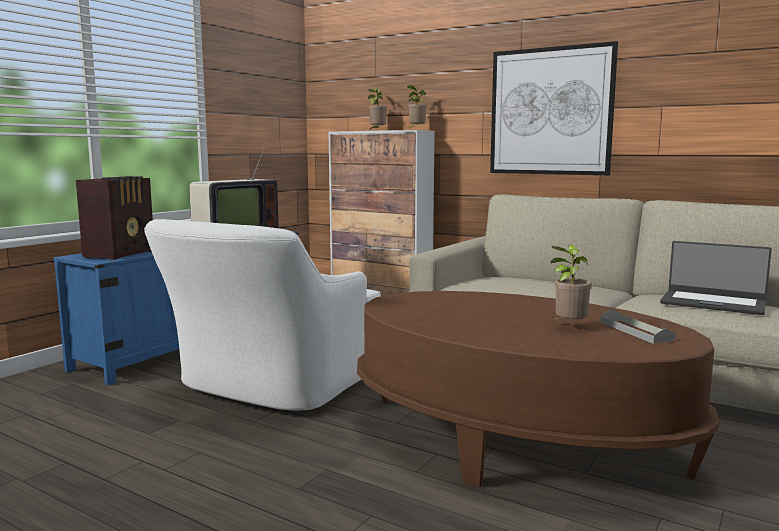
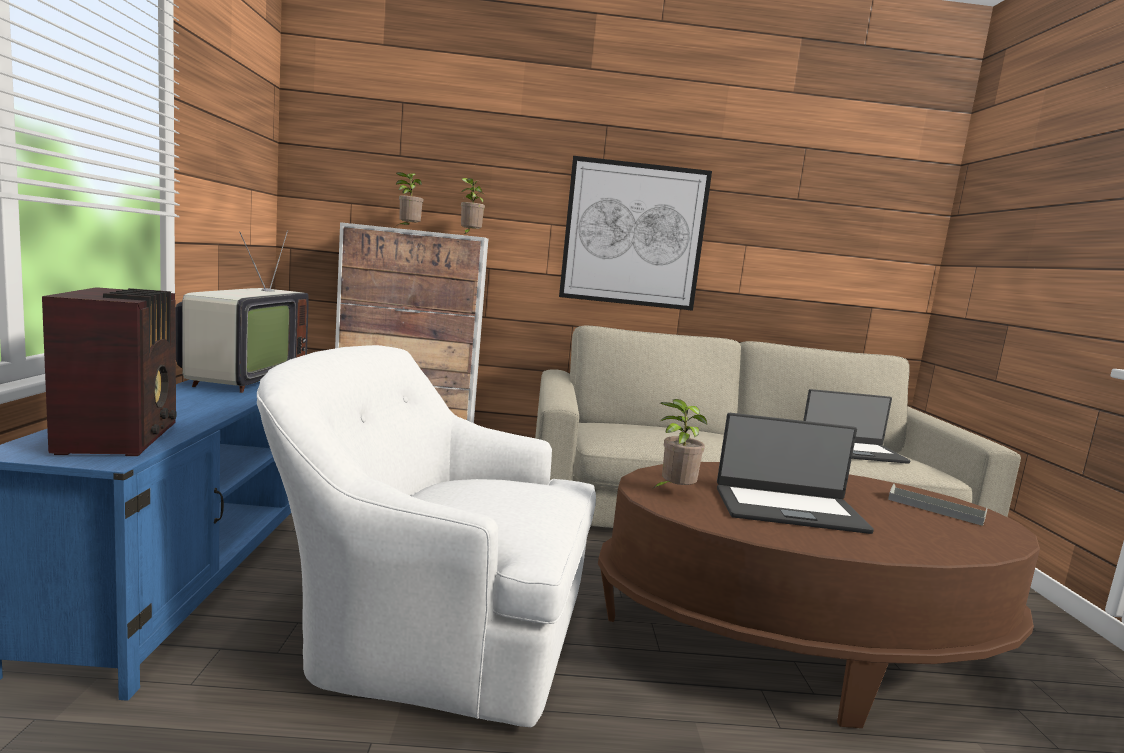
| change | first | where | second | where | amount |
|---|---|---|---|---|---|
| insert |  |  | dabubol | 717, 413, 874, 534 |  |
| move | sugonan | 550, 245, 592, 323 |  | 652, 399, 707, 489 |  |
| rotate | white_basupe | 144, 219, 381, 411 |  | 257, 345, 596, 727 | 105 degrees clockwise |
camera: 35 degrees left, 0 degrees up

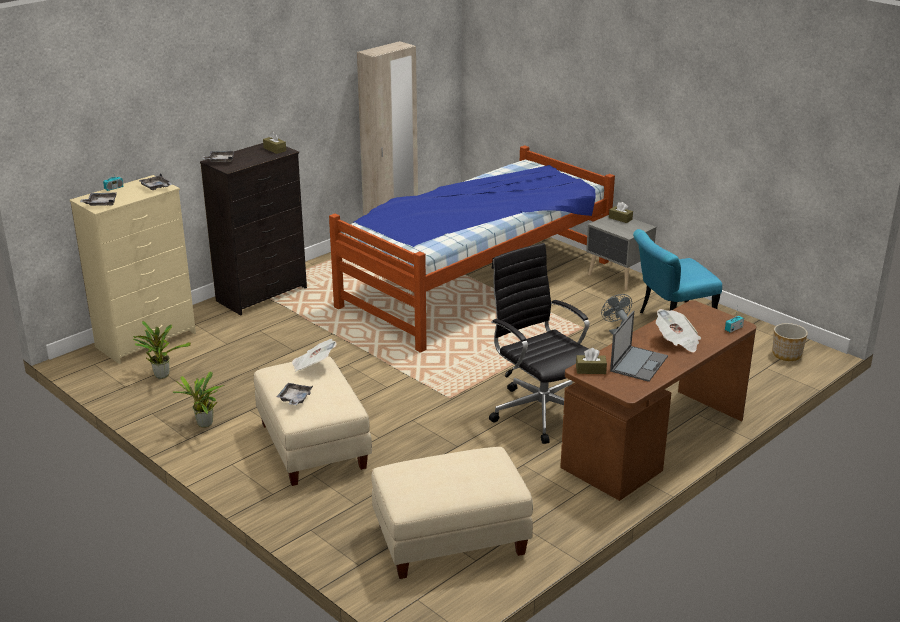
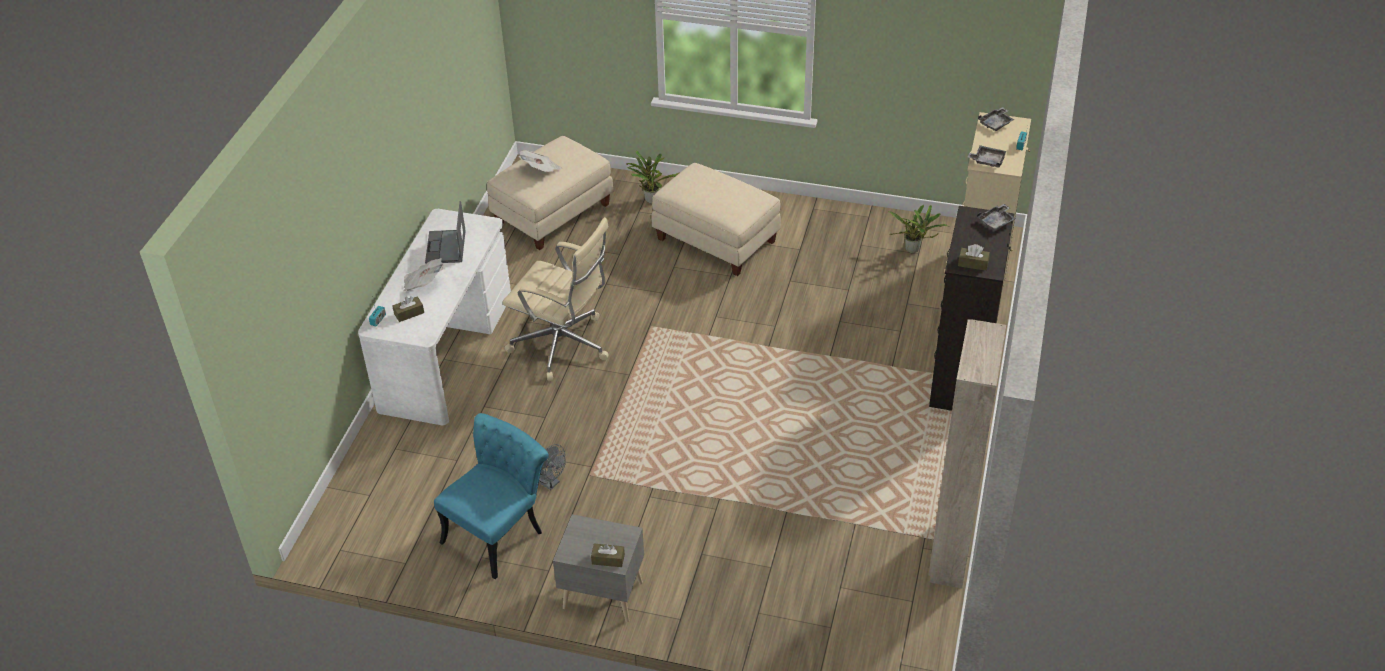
| change | first | where | second | where | amount |
|---|---|---|---|---|---|
| delete | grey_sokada | 277, 383, 313, 405 |  |  |  |
| delete | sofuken | 329, 145, 615, 353 |  |  |  |
| delete | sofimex | 772, 323, 808, 361 |  |  |  |
| move | sugonan | 173, 371, 225, 428 |  | 626, 150, 679, 204 |  |
| move | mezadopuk | 292, 339, 336, 372 |  | 518, 150, 562, 172 |  |
| move | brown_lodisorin | 576, 348, 607, 374 |  | 392, 296, 424, 322 |  |
| recolor | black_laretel | 489, 243, 590, 444 | beige_laretel | 502, 217, 609, 381 |  |
| recolor | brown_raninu | 560, 300, 756, 501 | white_raninu | 358, 209, 511, 426 |  |
camera: 150 degrees right, 15 degrees up

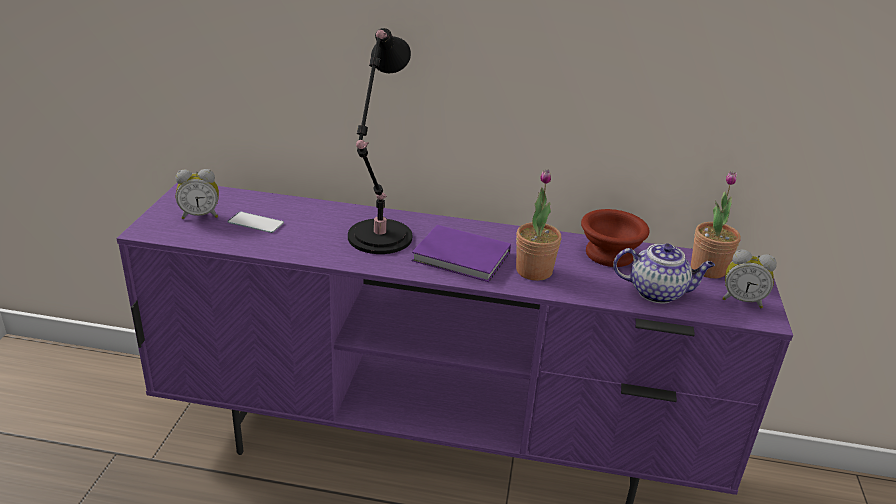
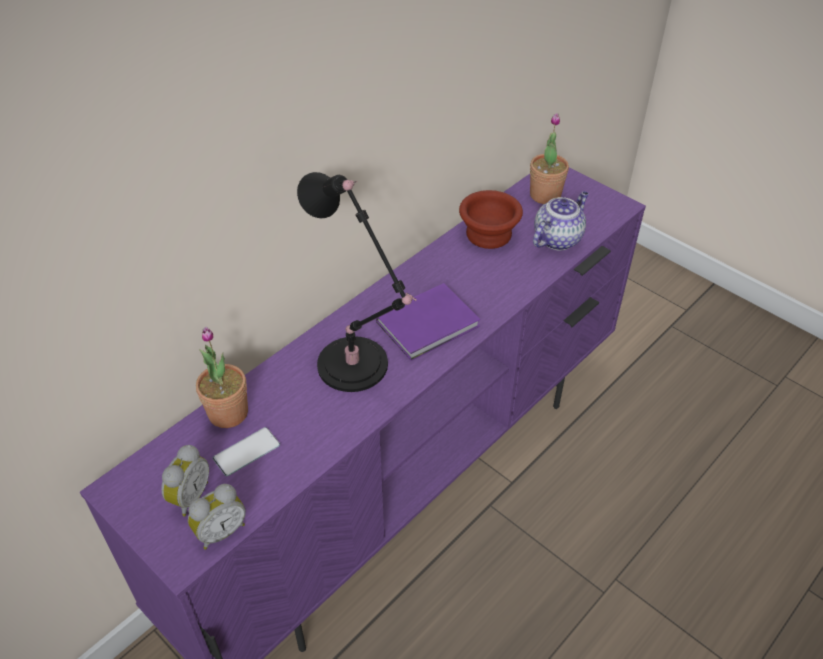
| change | first | where | second | where | amount |
|---|---|---|---|---|---|
| move | sugonan | 516, 170, 561, 281 |  | 196, 327, 248, 428 |  |
| move | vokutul | 722, 249, 777, 308 |  | 188, 484, 246, 550 |  |
camera: 55 degrees left, 15 degrees up

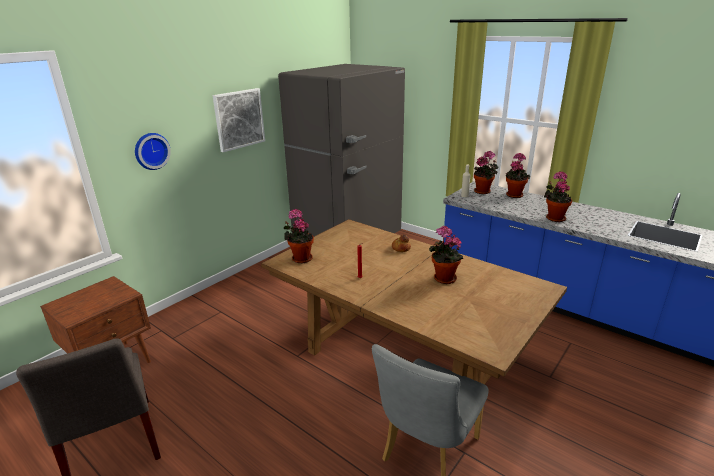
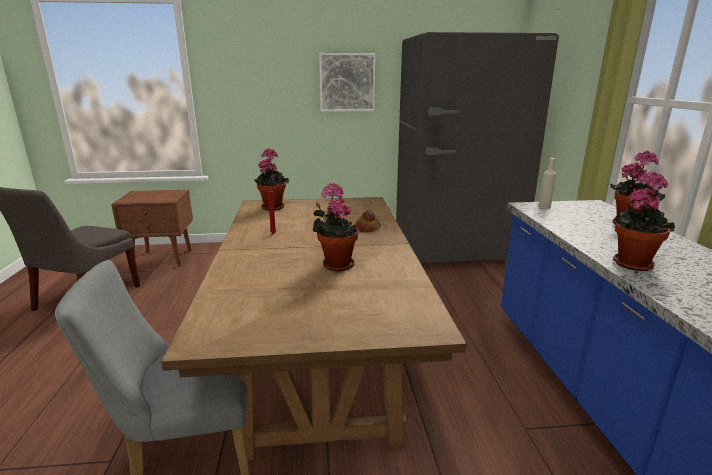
| change | first | where | second | where | amount |
|---|---|---|---|---|---|
| delete | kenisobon | 135, 133, 171, 170 |  |  |  |
| delete | sugonan | 474, 151, 499, 194 |  |  |  |
camera: 45 degrees right, 5 degrees down

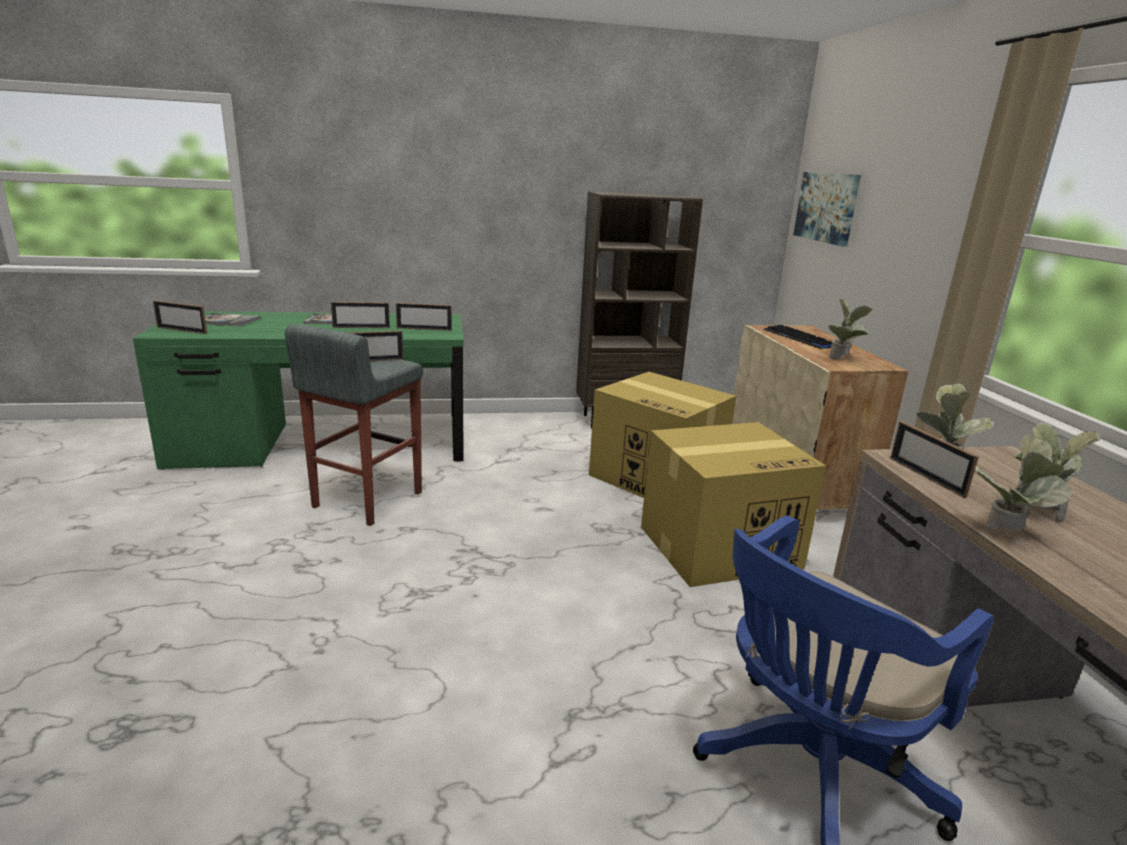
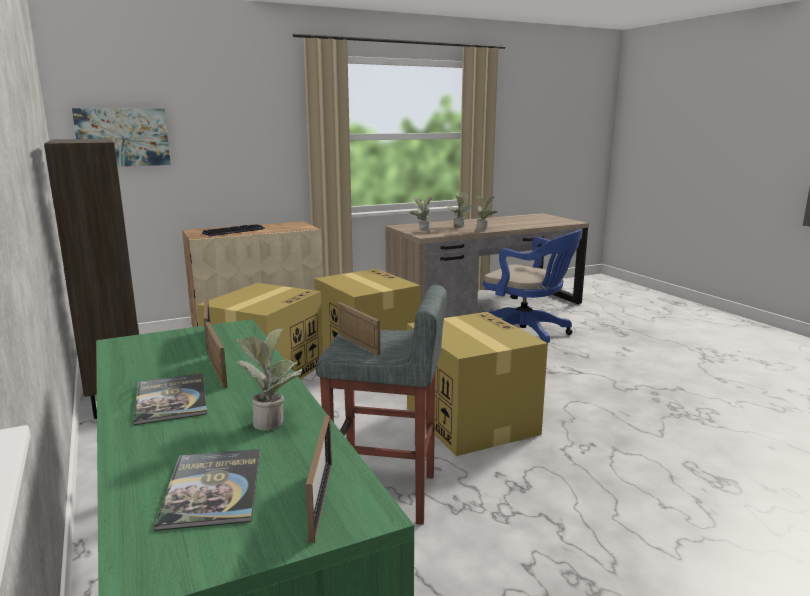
| change | first | where | second | where | amount |
|---|---|---|---|---|---|
| delete | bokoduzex | 890, 421, 979, 498 |  |  |  |
| insert |  |  | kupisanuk | 407, 312, 548, 456 |  |
| move | sugonan | 829, 299, 872, 360 |  | 236, 328, 302, 431 |  |
camera: 105 degrees left, 5 degrees down

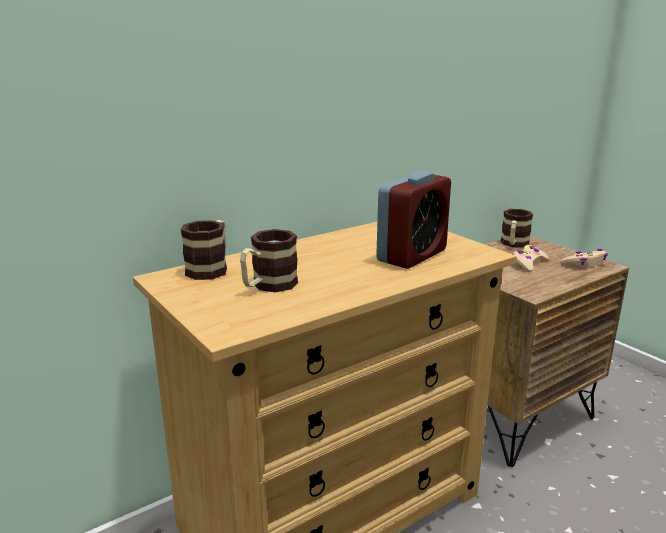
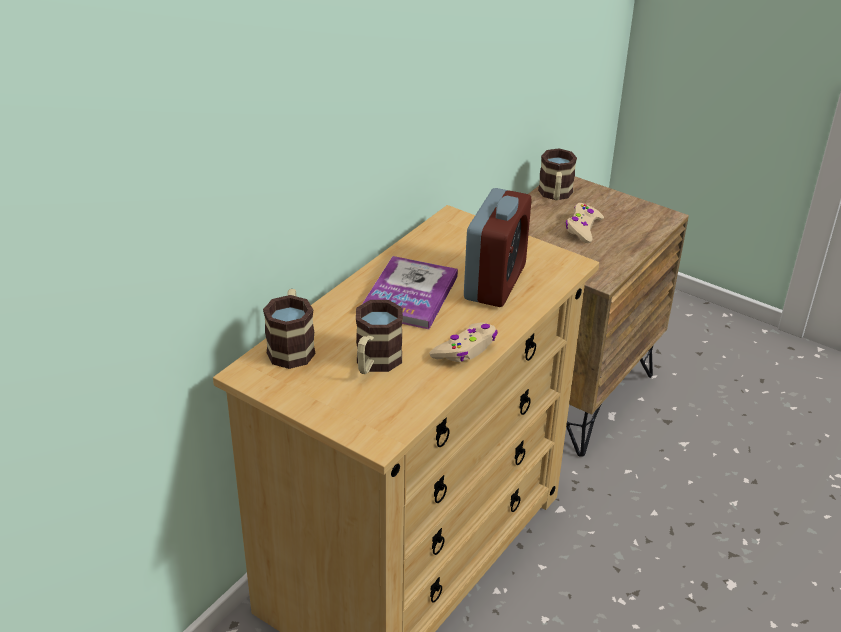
| change | first | where | second | where | amount |
|---|---|---|---|---|---|
| insert |  |  | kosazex | 362, 256, 458, 329 |  |
| move | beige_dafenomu | 560, 249, 608, 267 |  | 429, 322, 498, 362 |  |
camera: 20 degrees left, 15 degrees up

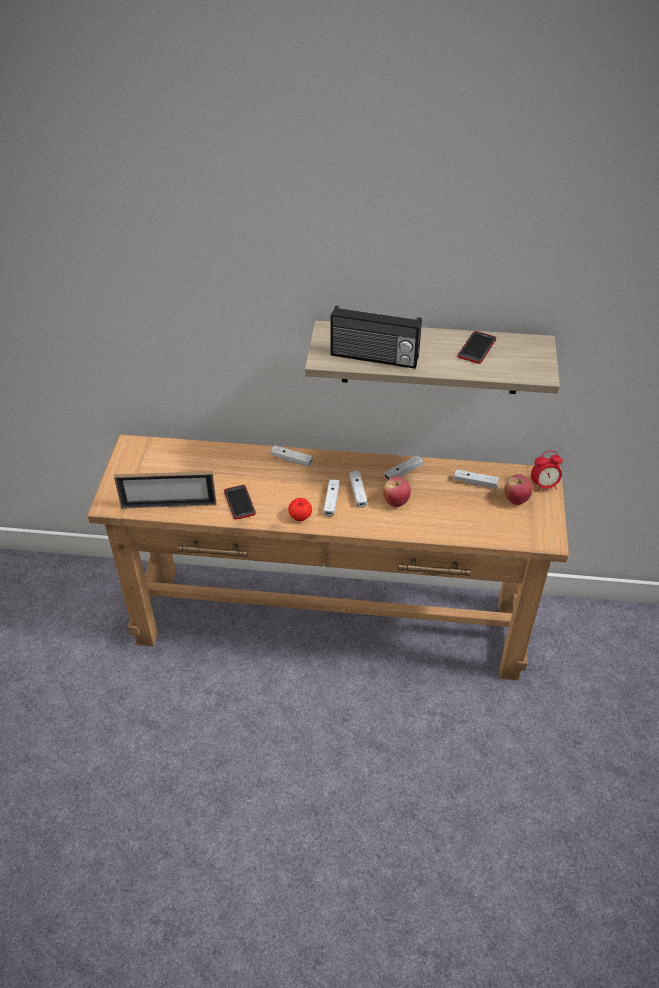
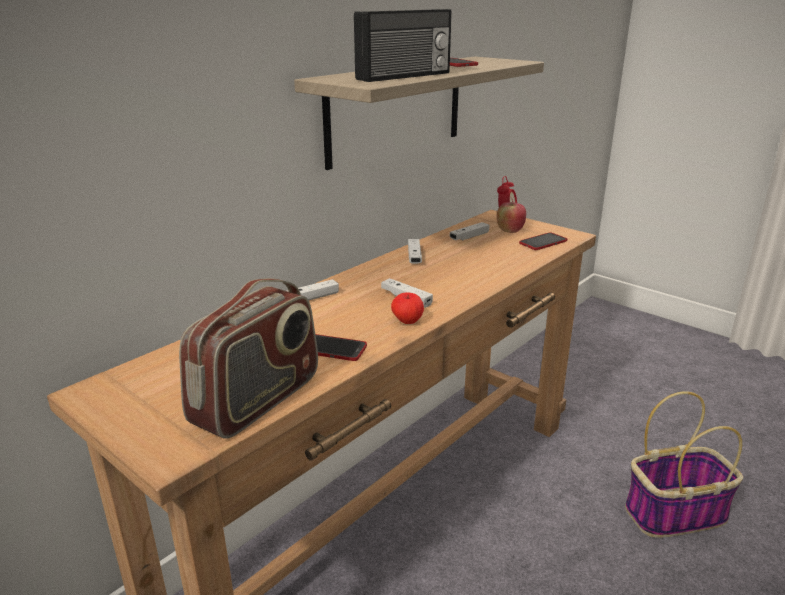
| change | first | where | second | where | amount |
|---|---|---|---|---|---|
| delete | white_dafenomu | 349, 471, 367, 508 |  |  |  |
| delete | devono | 383, 477, 411, 507 |  |  |  |
| insert |  |  | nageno | 519, 232, 567, 250 |  |
| insert |  |  | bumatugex | 625, 391, 743, 538 |  |
| replace | bokoduzex | 114, 471, 216, 509 | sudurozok | 179, 278, 318, 439 |  |
camera: 55 degrees left, 20 degrees down

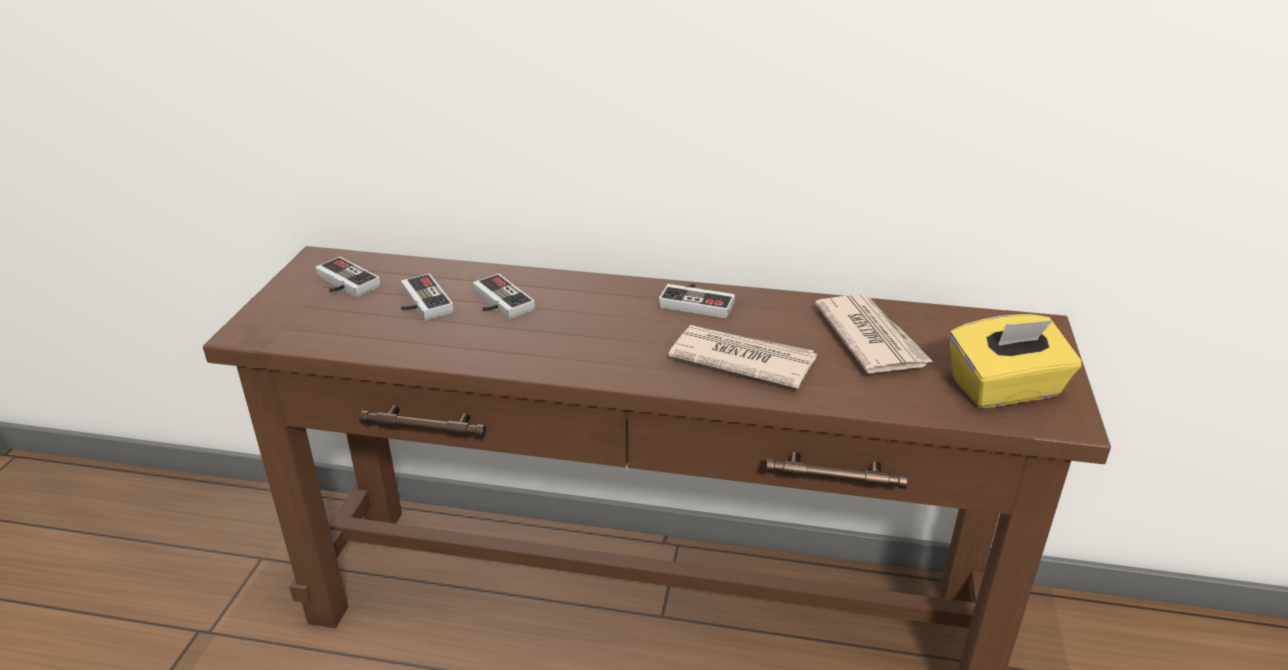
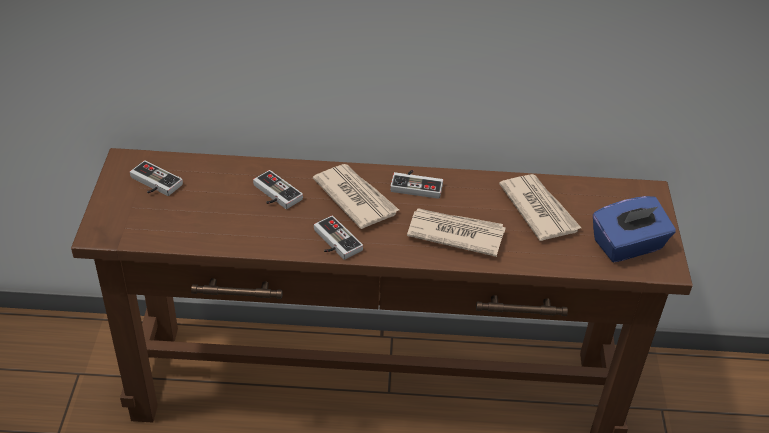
| change | first | where | second | where | amount |
|---|---|---|---|---|---|
| insert |  |  | mezadopuk | 313, 164, 399, 229 |  |
| move | dafenomu | 401, 274, 454, 320 |  | 314, 215, 363, 260 |  |
| recolor | yellow_lodisorin | 949, 314, 1082, 408 | blue_lodisorin | 593, 196, 676, 262 |  |
camera: 10 degrees left, 10 degrees up

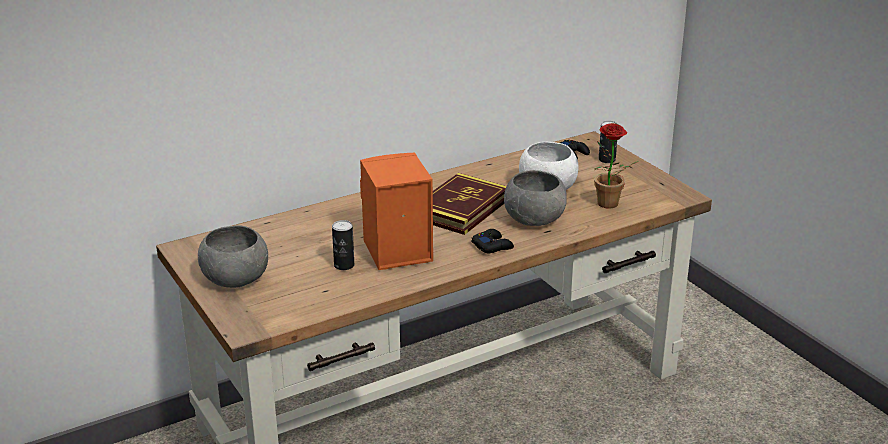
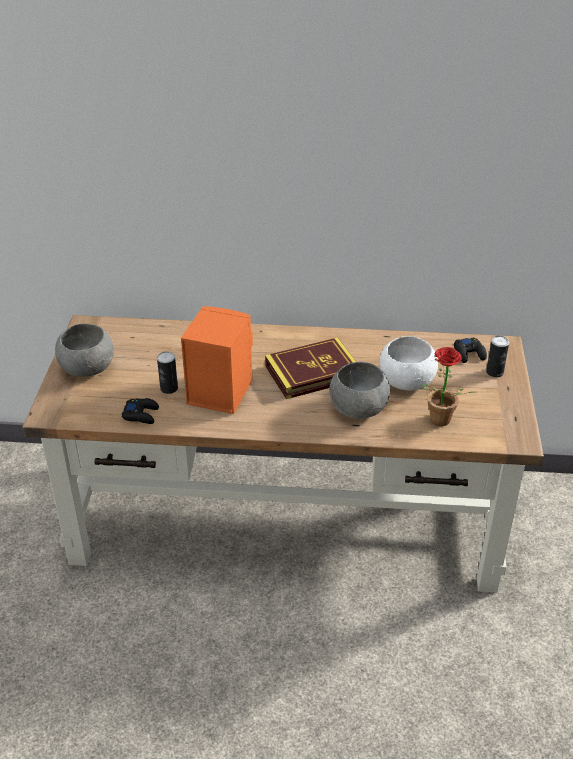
| change | first | where | second | where | amount |
|---|---|---|---|---|---|
| move | black_dafenomu | 471, 229, 514, 253 |  | 122, 398, 159, 424 |  |
camera: 35 degrees right, 10 degrees up

